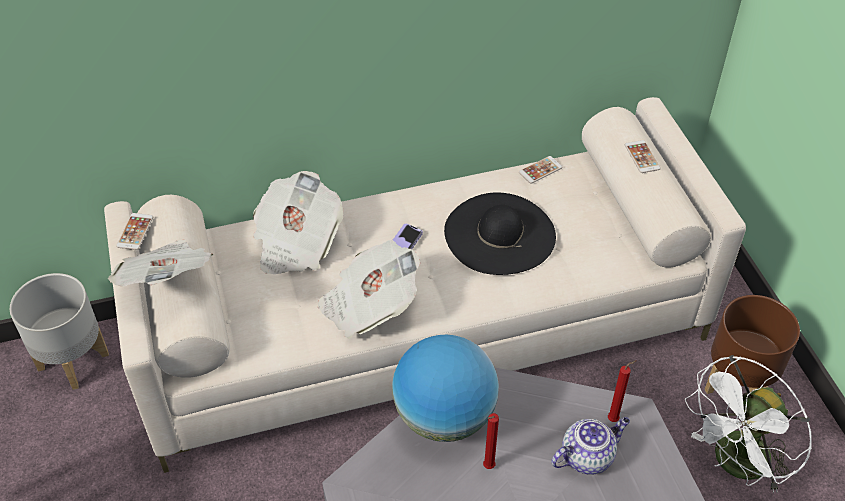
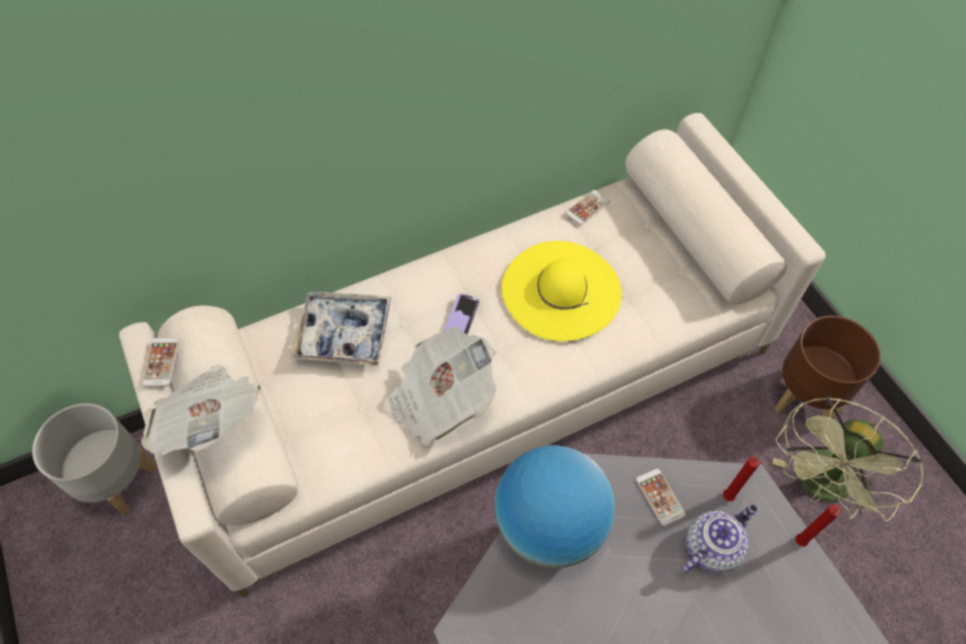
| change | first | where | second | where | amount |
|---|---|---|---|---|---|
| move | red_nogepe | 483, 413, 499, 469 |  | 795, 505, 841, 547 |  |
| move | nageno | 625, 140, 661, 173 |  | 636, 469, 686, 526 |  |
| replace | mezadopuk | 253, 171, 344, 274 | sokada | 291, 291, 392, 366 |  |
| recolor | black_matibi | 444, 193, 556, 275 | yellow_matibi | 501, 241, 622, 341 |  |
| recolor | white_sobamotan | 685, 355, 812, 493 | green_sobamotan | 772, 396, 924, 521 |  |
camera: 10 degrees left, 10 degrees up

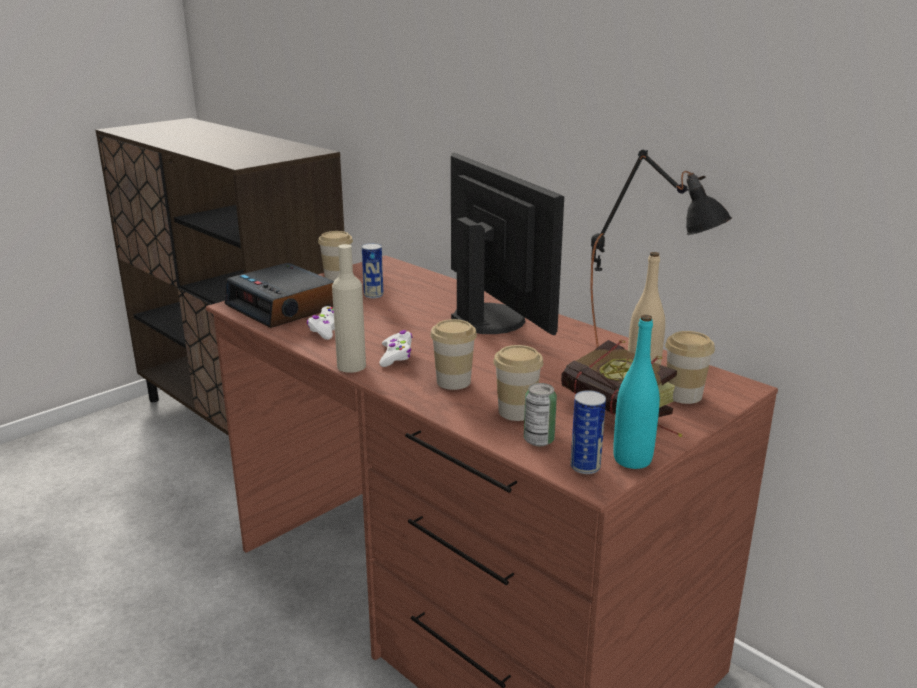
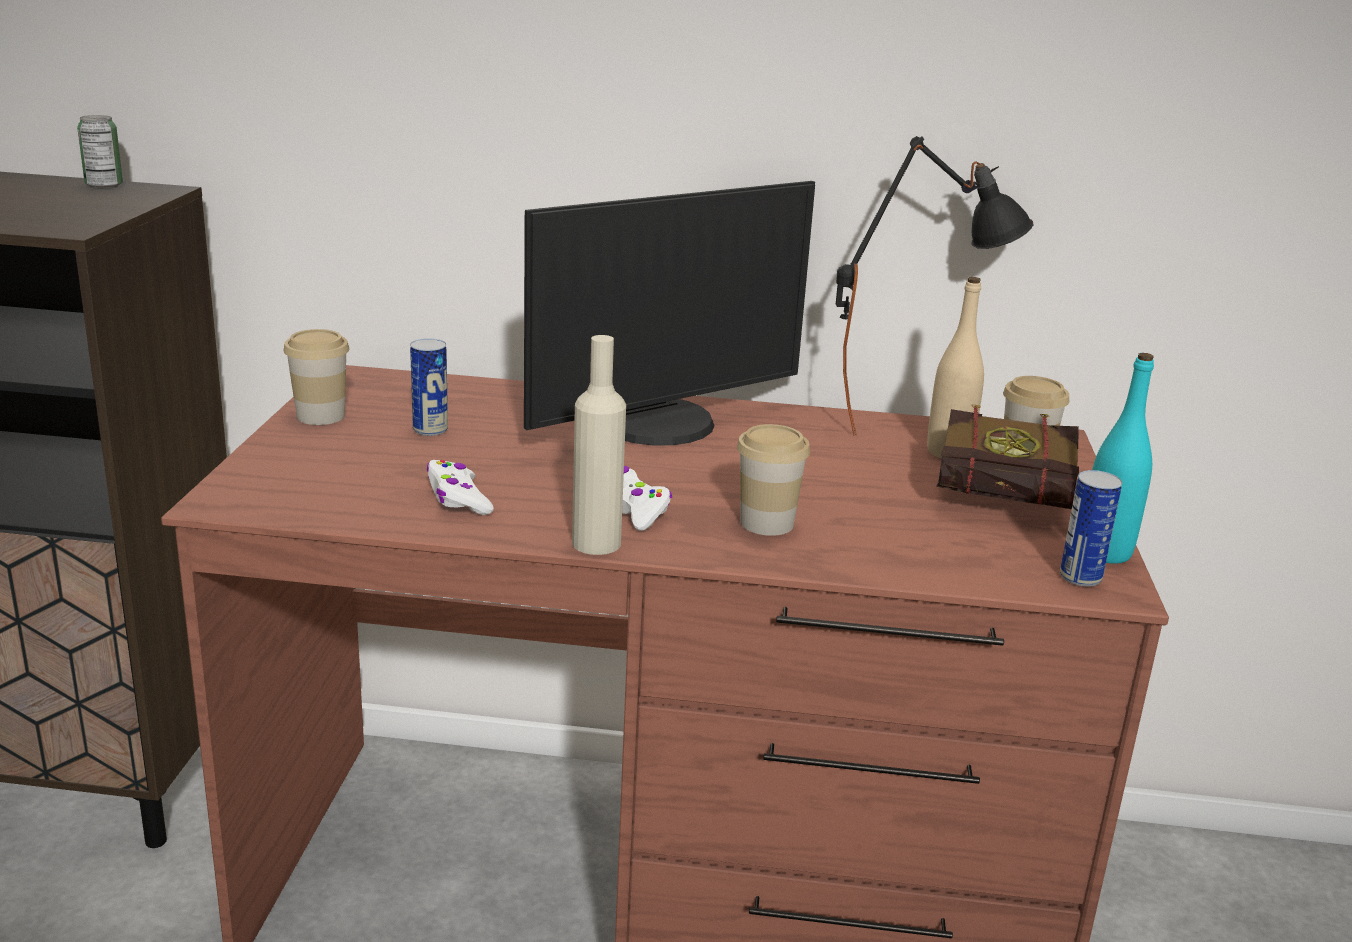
| change | first | where | second | where | amount |
|---|---|---|---|---|---|
| delete | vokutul | 225, 263, 334, 328 |  |  |  |
| delete | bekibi | 493, 345, 544, 421 |  |  |  |
| move | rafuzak | 524, 383, 557, 446 |  | 77, 115, 123, 189 |  |
| rotate | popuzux | 451, 153, 564, 335 |  | 524, 181, 815, 445 | 120 degrees clockwise |
camera: 40 degrees left, 0 degrees up

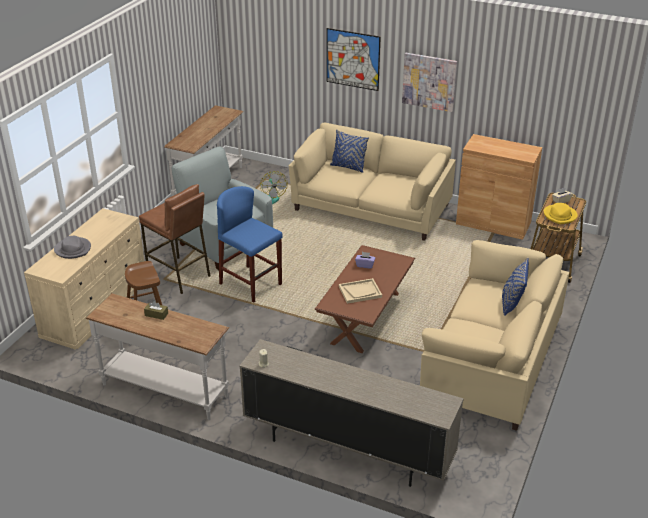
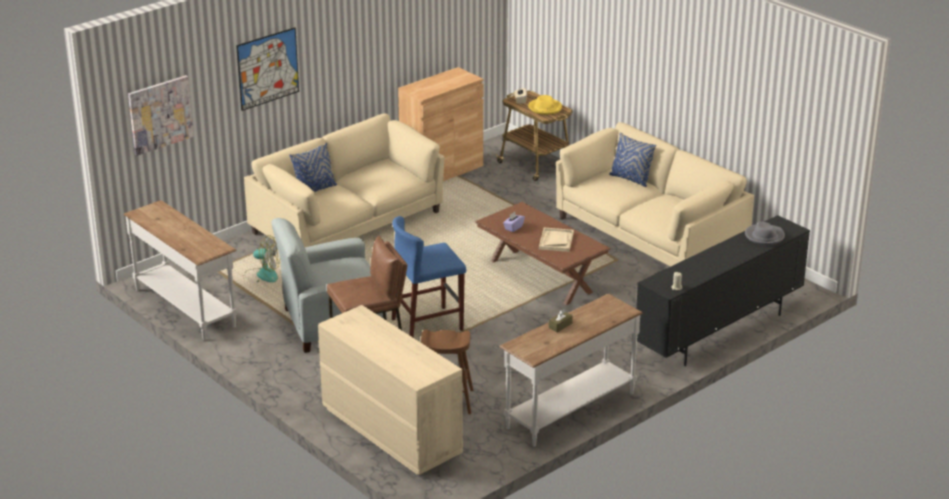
| change | first | where | second | where | amount |
|---|---|---|---|---|---|
| move | grey_matibi | 54, 236, 91, 259 |  | 745, 222, 785, 245 |  |
| move | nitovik | 402, 53, 457, 112 |  | 128, 75, 193, 156 |  |
| recolor | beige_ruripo | 239, 339, 464, 487 | black_ruripo | 636, 215, 810, 366 |  |
camera: 65 degrees left, 5 degrees down

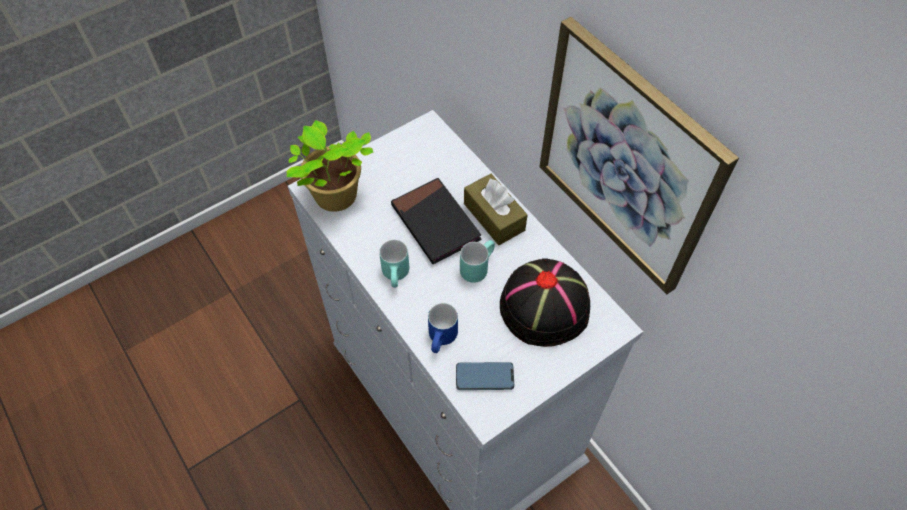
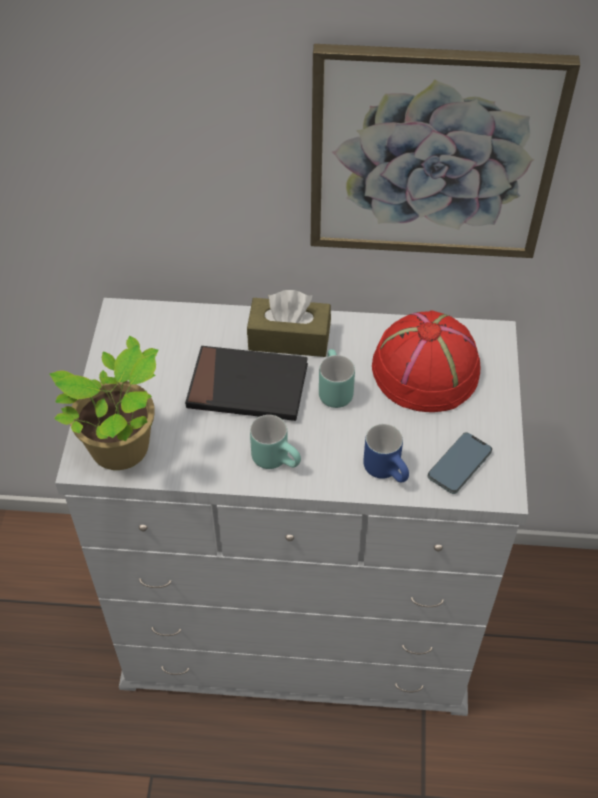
| change | first | where | second | where | amount |
|---|---|---|---|---|---|
| recolor | black_matibi | 500, 258, 590, 347 | red_matibi | 372, 310, 480, 412 |  |
camera: 50 degrees left, 5 degrees down

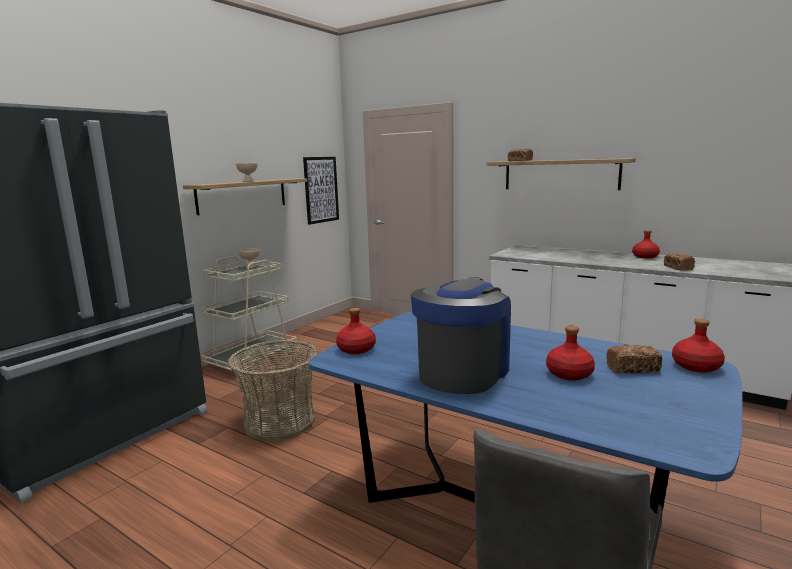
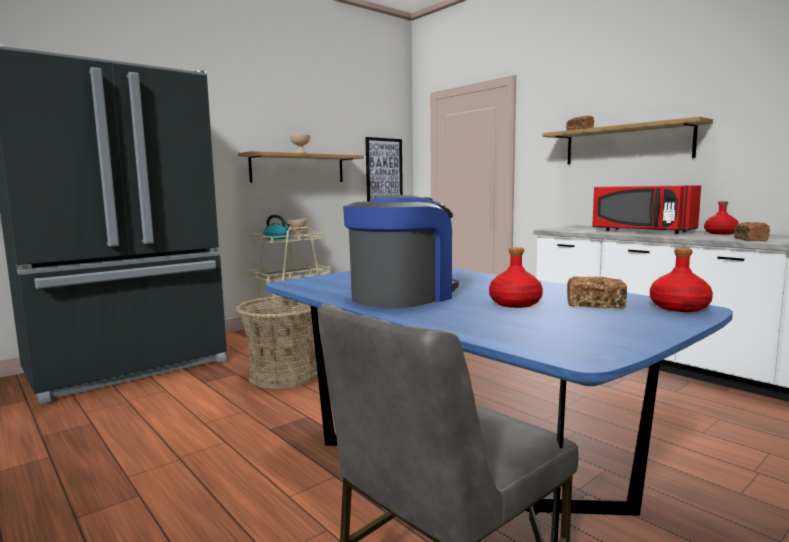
| change | first | where | second | where | amount |
|---|---|---|---|---|---|
| delete | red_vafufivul | 336, 308, 376, 354 |  |  |  |
| insert |  |  | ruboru | 263, 215, 290, 239 |  |
| insert |  |  | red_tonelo | 592, 185, 701, 234 |  |
camera: 15 degrees right, 5 degrees down

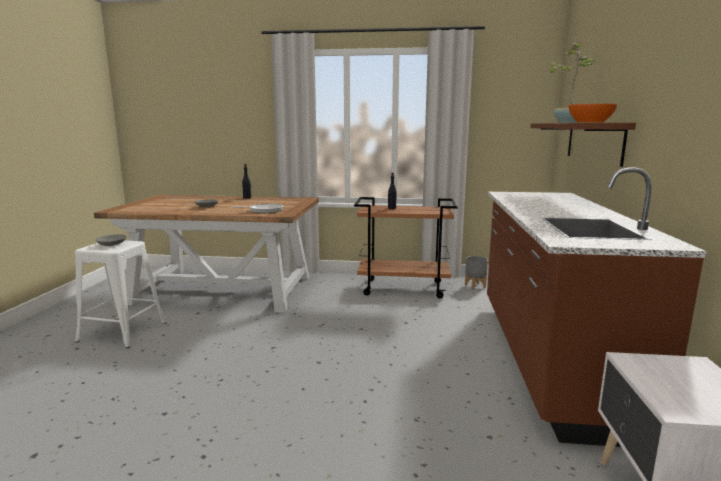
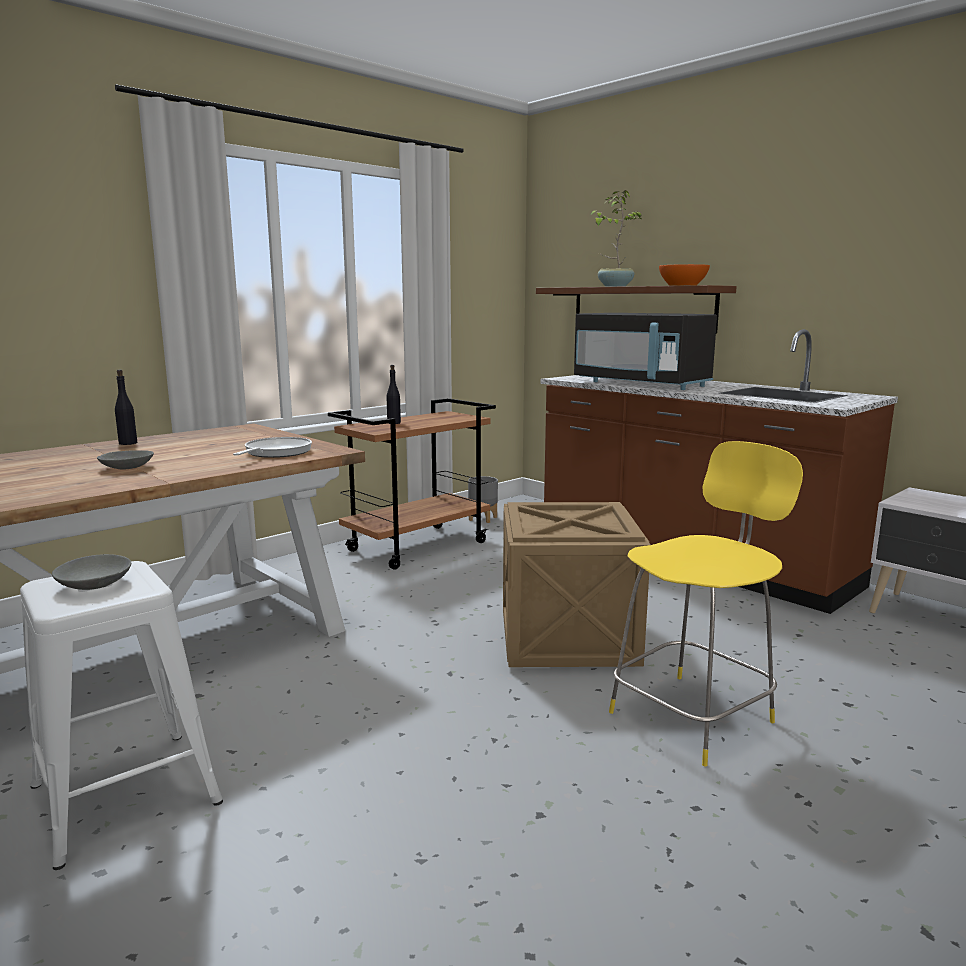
| change | first | where | second | where | amount |
|---|---|---|---|---|---|
| insert |  |  | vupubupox | 503, 502, 650, 667 |  |
| insert |  |  | black_tonelo | 574, 313, 717, 390 |  |
| insert |  |  | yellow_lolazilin | 609, 441, 803, 766 |  |
camera: 50 degrees left, 0 degrees up

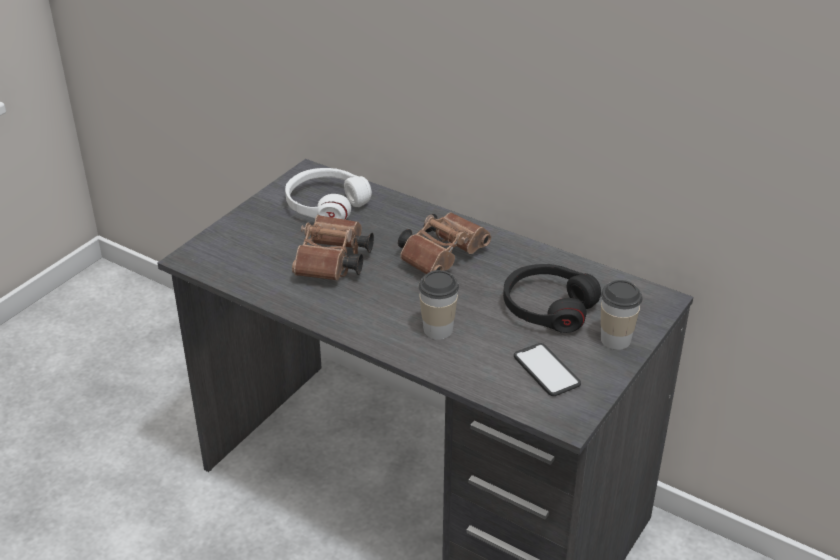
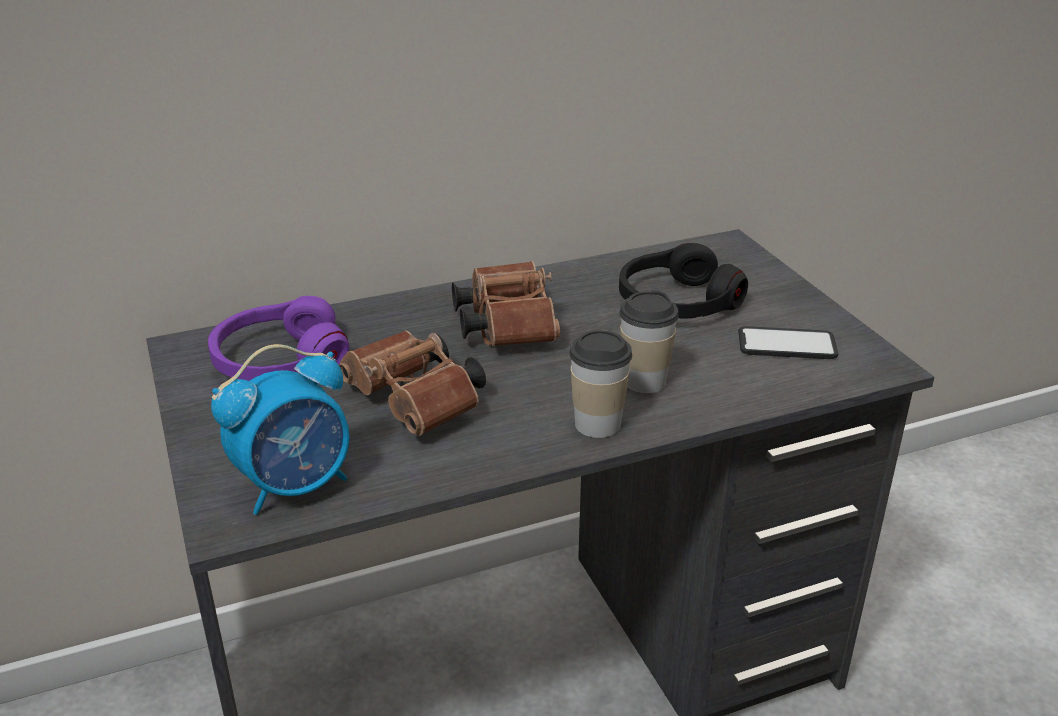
| change | first | where | second | where | amount |
|---|---|---|---|---|---|
| insert |  |  | vokutul | 211, 344, 350, 515 |  |
| move | bekibi | 601, 280, 643, 350 |  | 570, 330, 632, 438 |  |
| recolor | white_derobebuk | 285, 168, 372, 220 | purple_derobebuk | 208, 296, 349, 381 |  |
camera: 55 degrees left, 5 degrees down

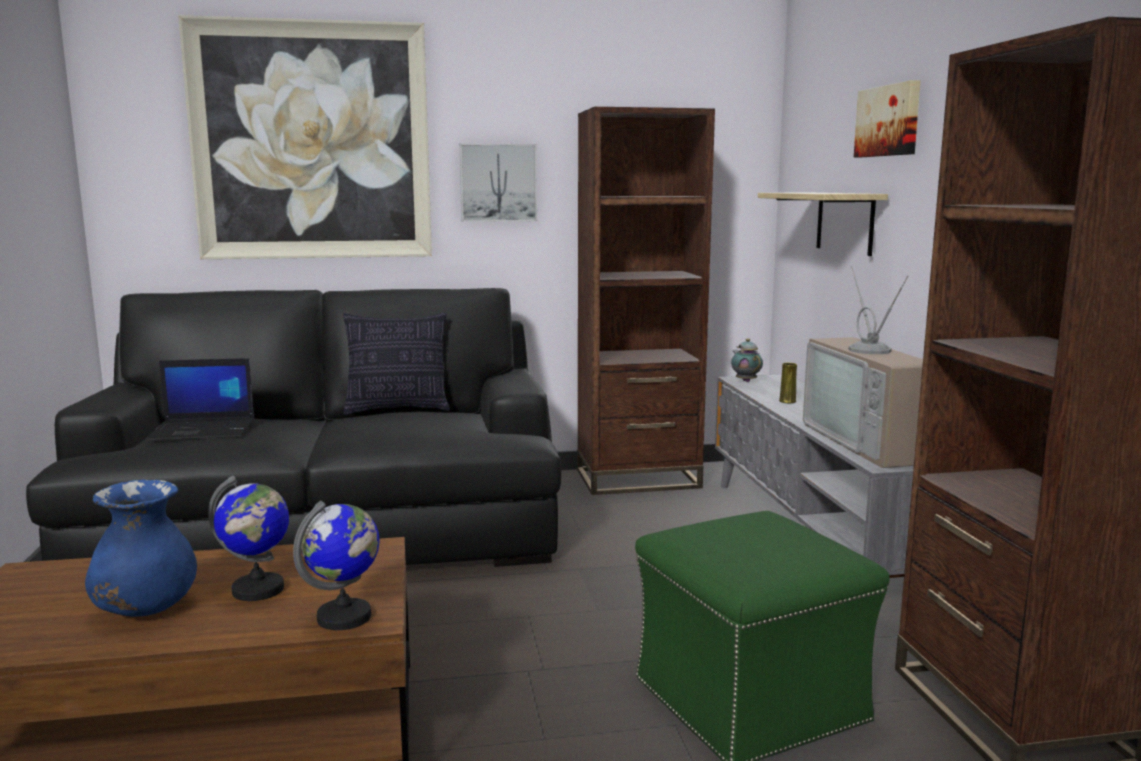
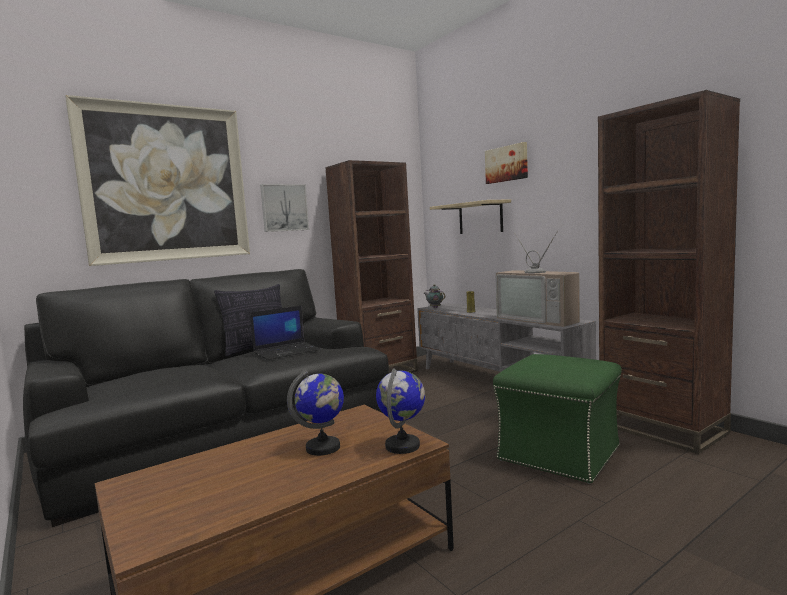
| change | first | where | second | where | amount |
|---|---|---|---|---|---|
| delete | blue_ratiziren | 85, 479, 197, 616 |  |  |  |
| move | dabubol | 145, 358, 254, 441 |  | 250, 306, 320, 360 |  |
camera: 25 degrees left, 5 degrees down

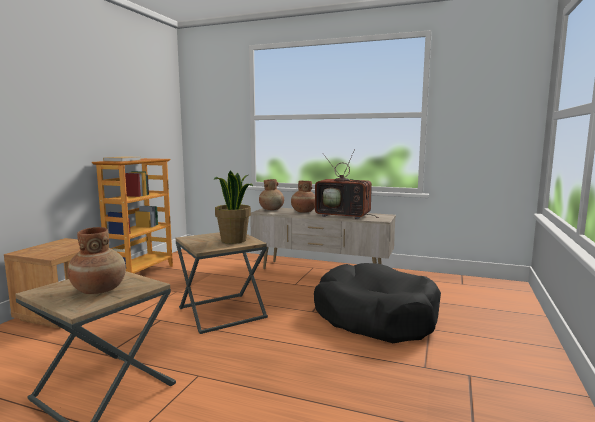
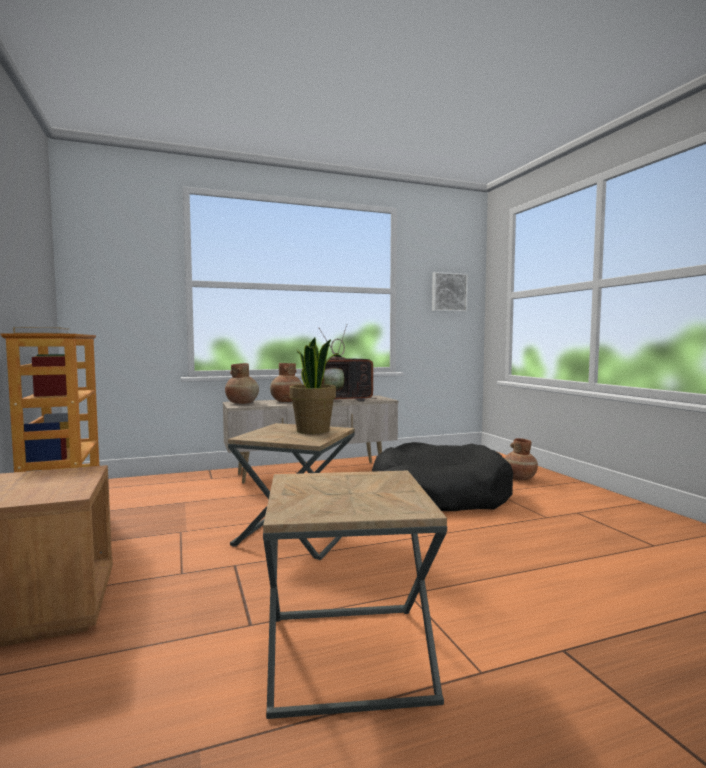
| change | first | where | second | where | amount |
|---|---|---|---|---|---|
| insert |  |  | nitovik | 432, 272, 468, 312 |  |
| move | brown_ratiziren | 67, 227, 126, 294 |  | 505, 438, 538, 480 |  |
camera: 40 degrees left, 5 degrees down

